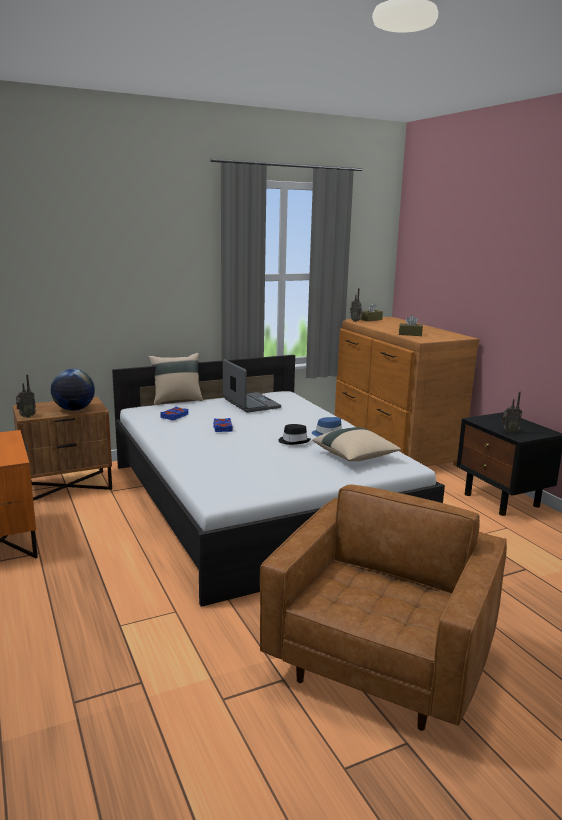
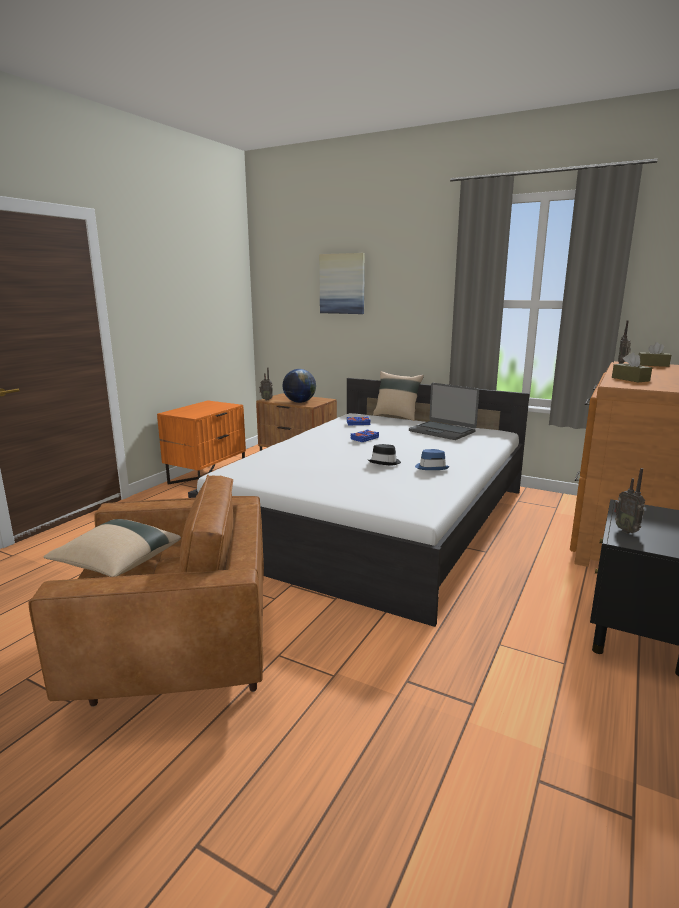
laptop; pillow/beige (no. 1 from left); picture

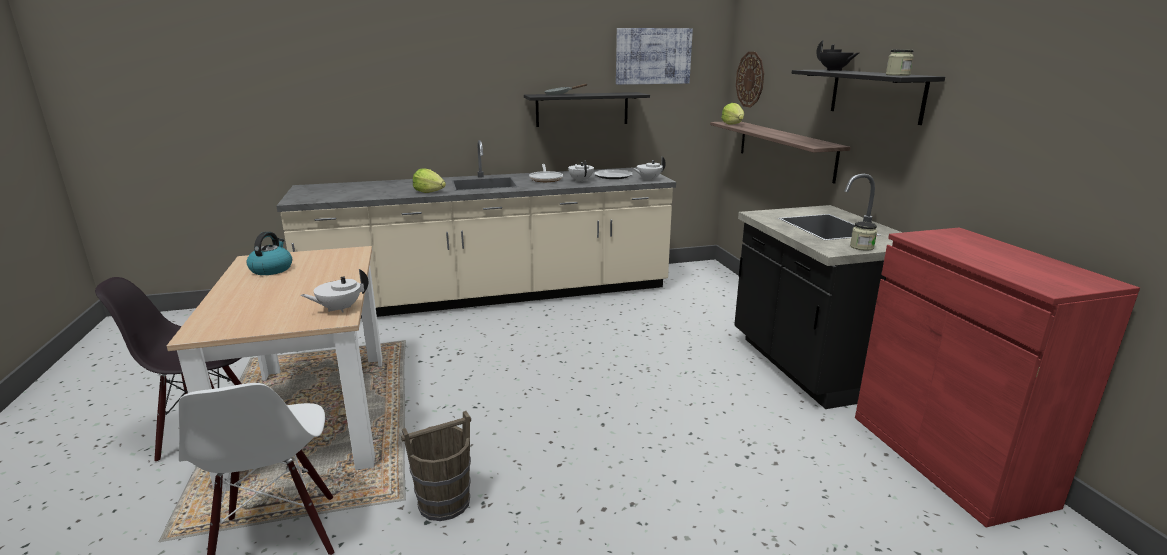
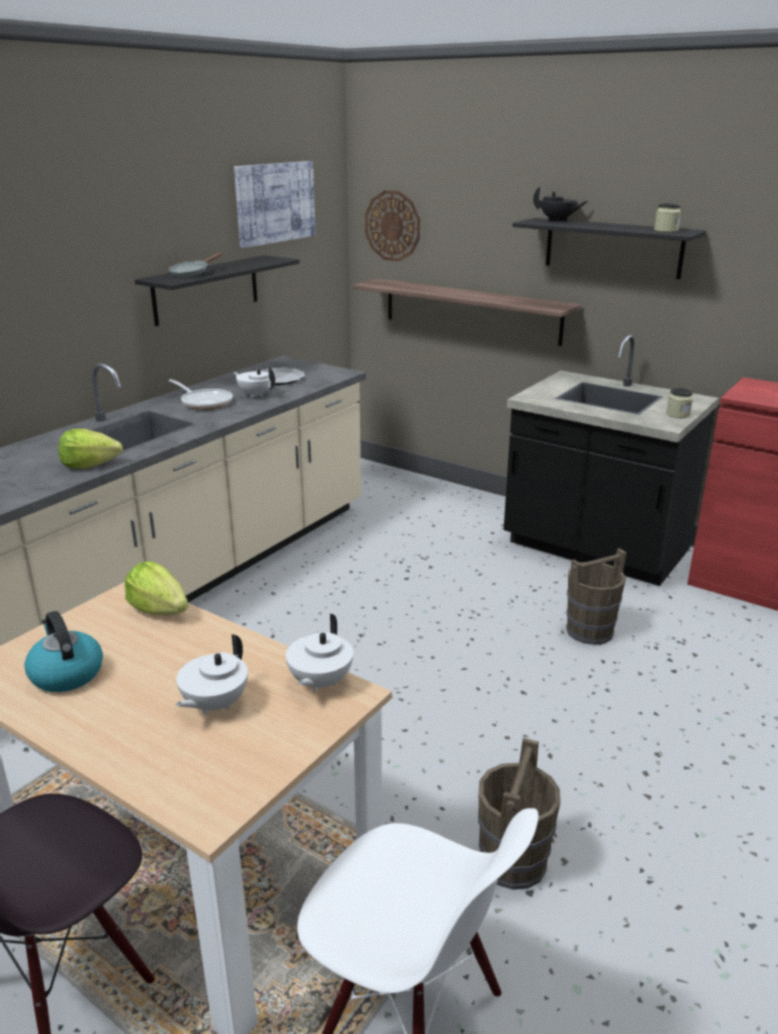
lettuce (no. 2 from left); teapot/white (no. 1 from left); bucket/brown (no. 2 from left)

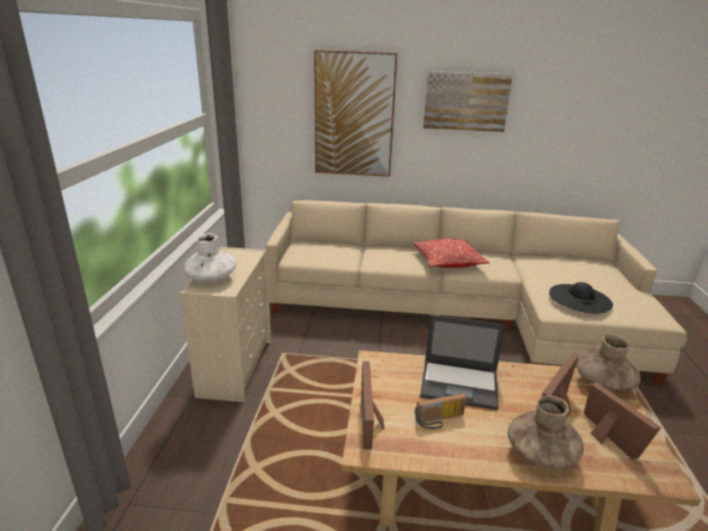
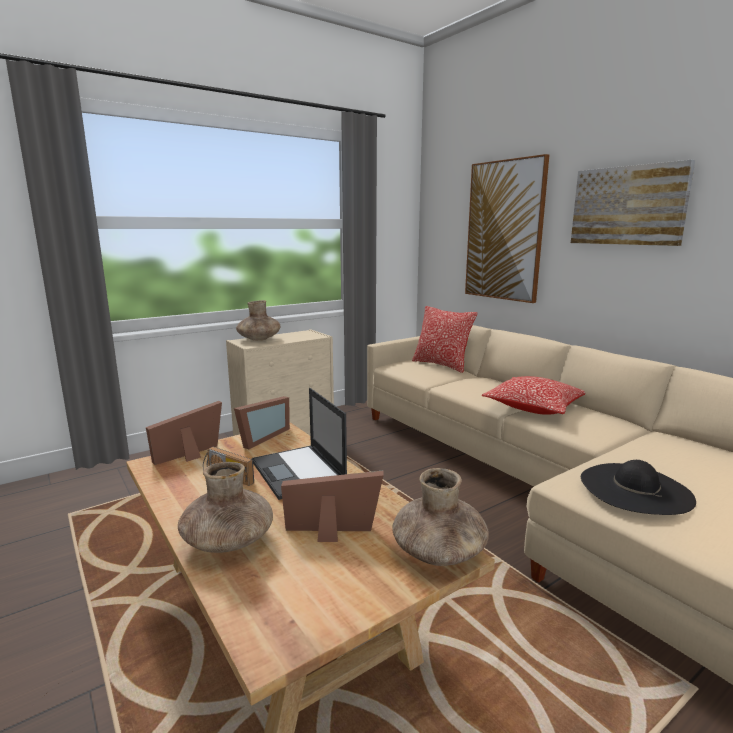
vase/brown (no. 2 from left); picture frame (no. 2 from left); pillow (no. 1 from left)

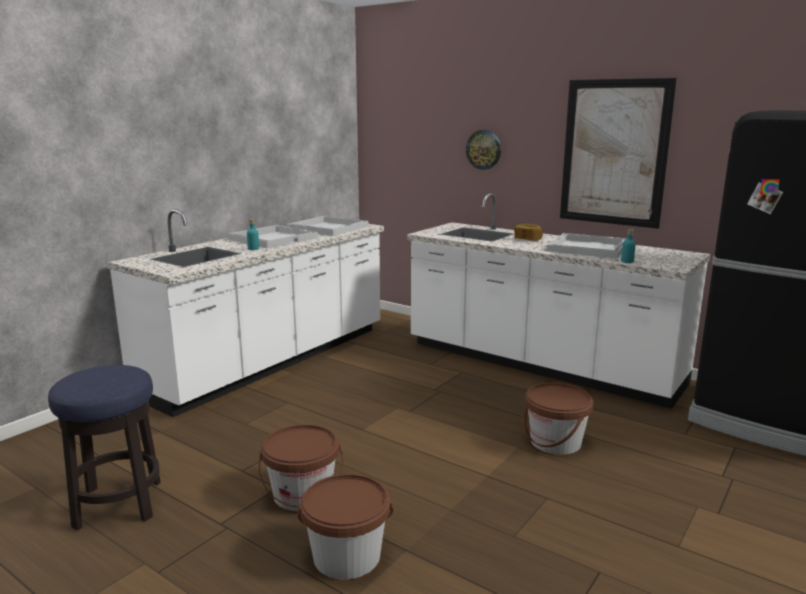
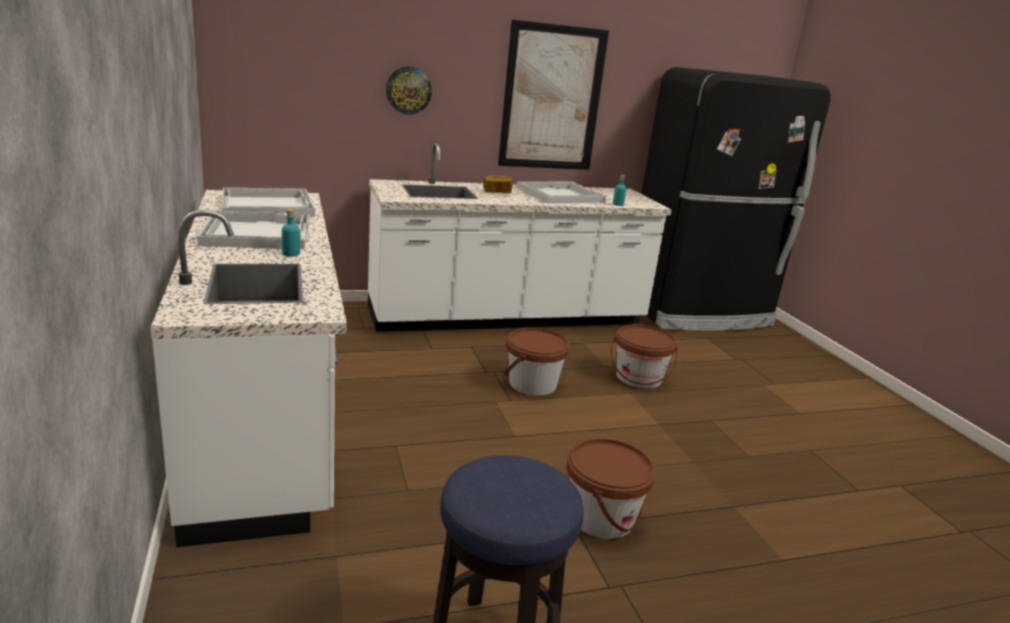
bucket/brown (no. 1 from left)

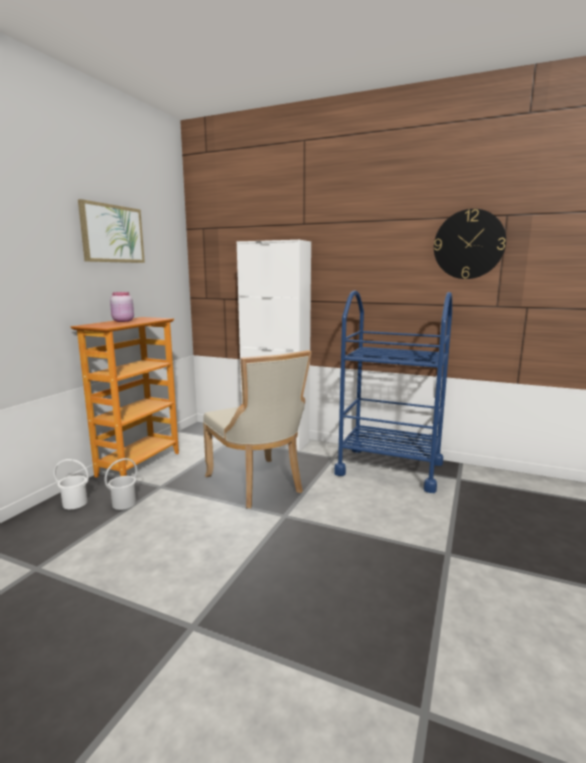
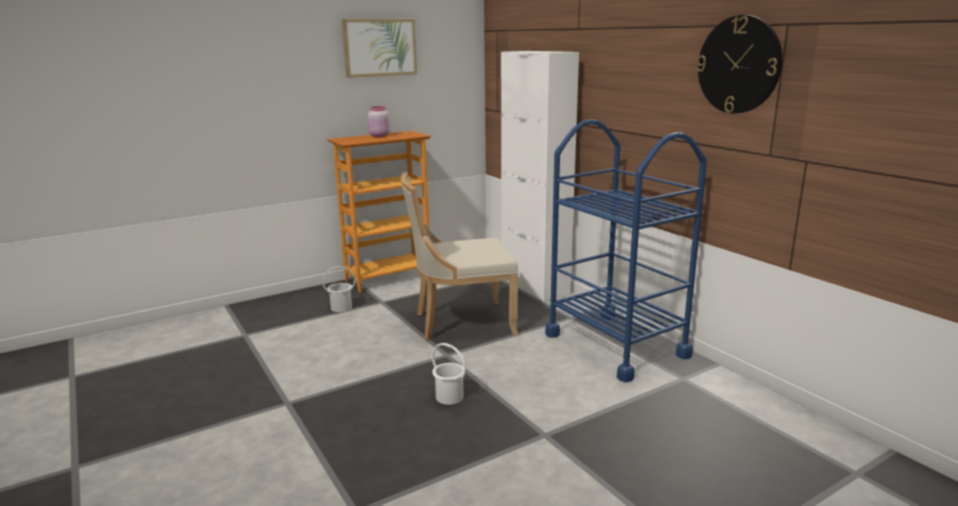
chair/beige; bucket/white (no. 2 from left)

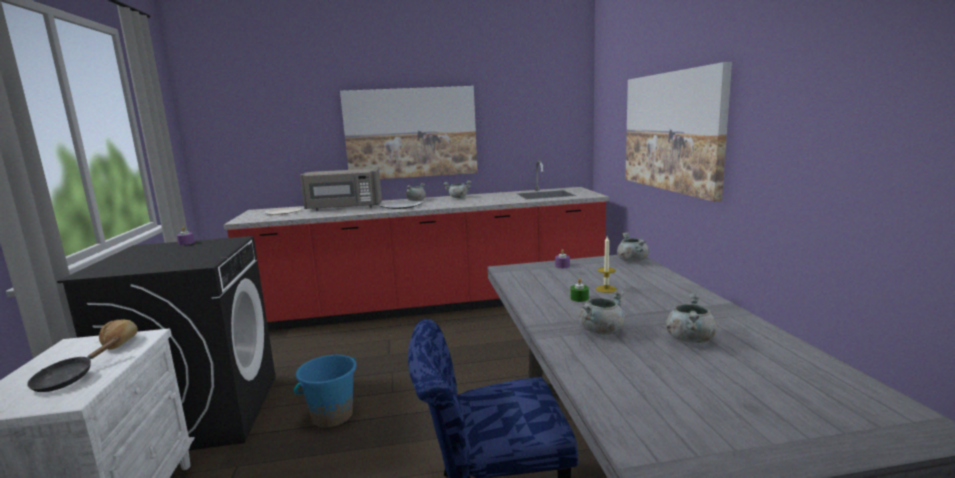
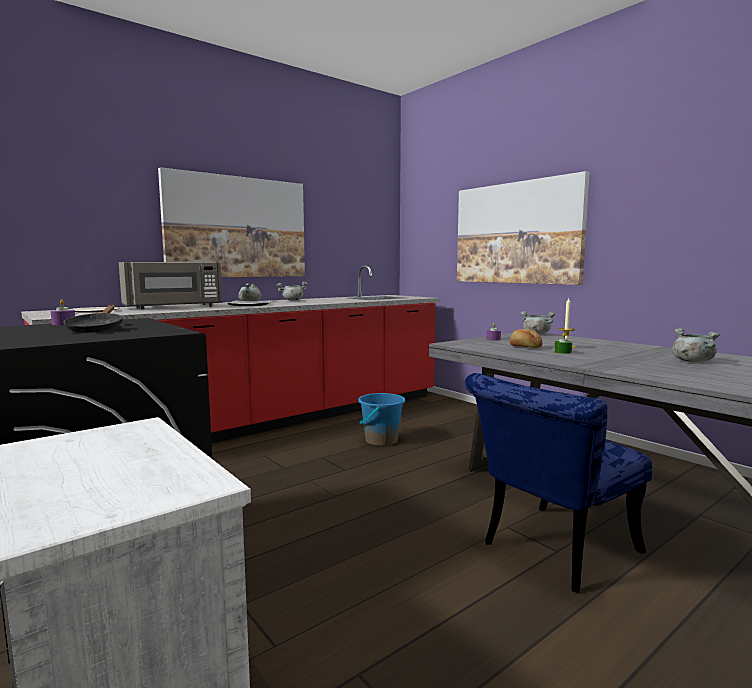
cooking pot/grey (no. 3 from left in the first image); bread; frying pan/black; bucket/blue

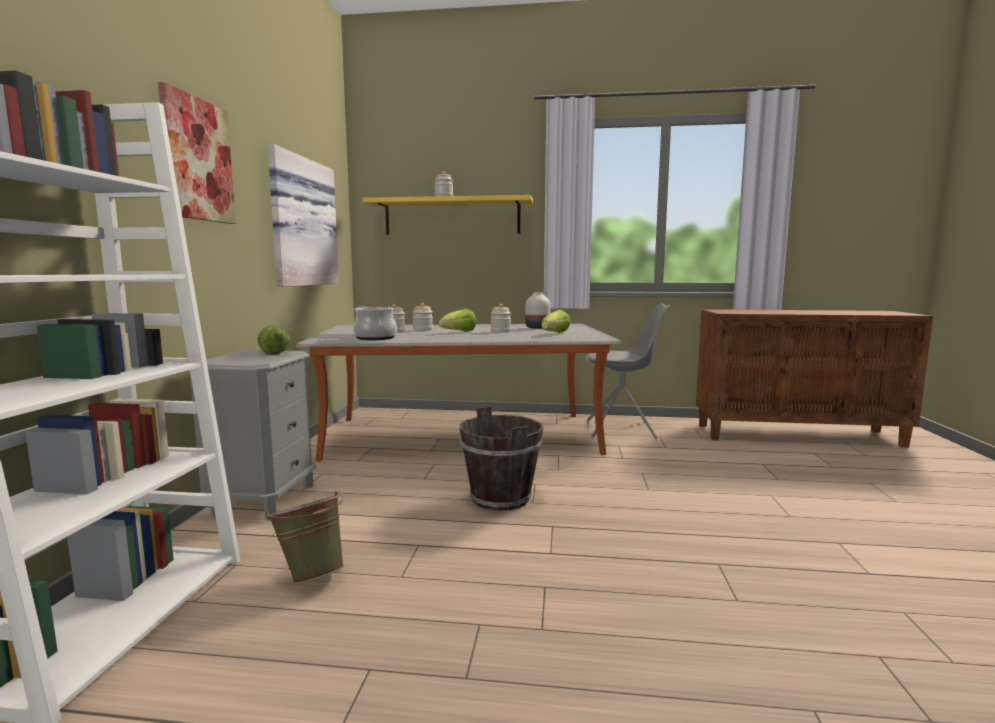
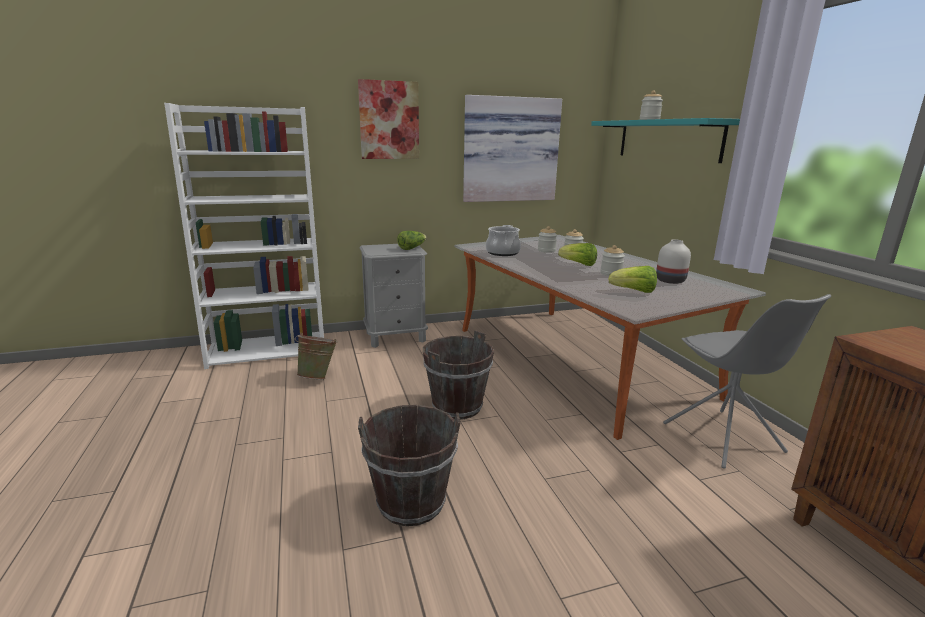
shelf/turquoise; bucket/brown (no. 1 from left)

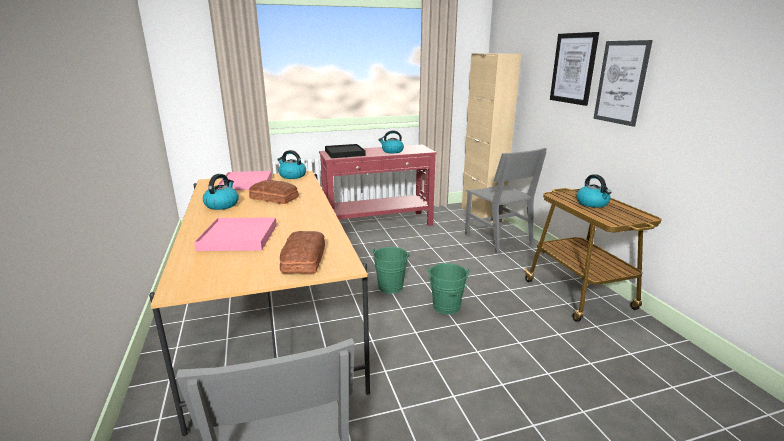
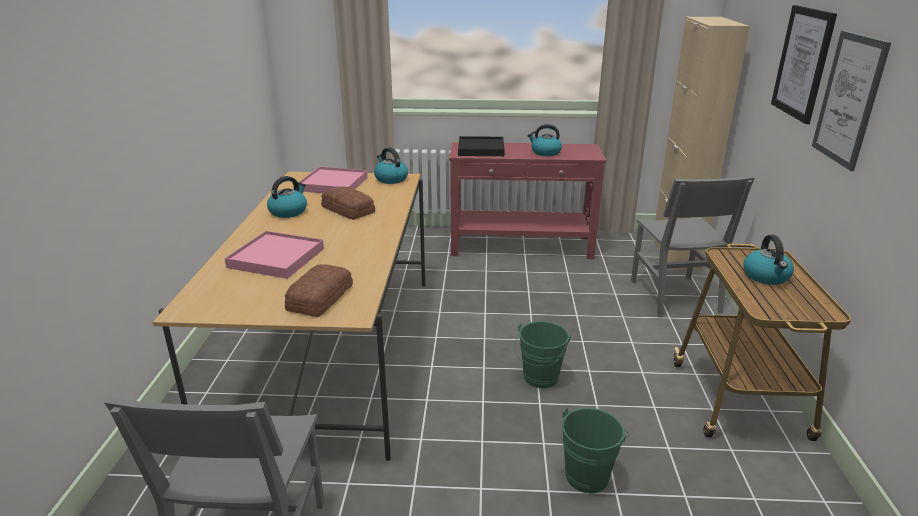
bucket/green (no. 2 from left)

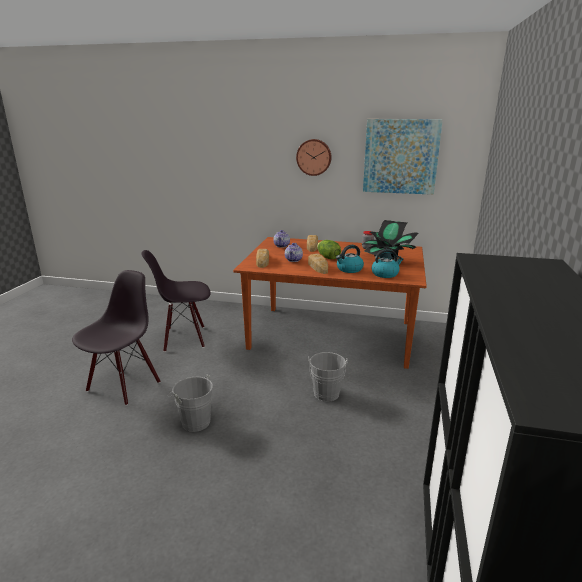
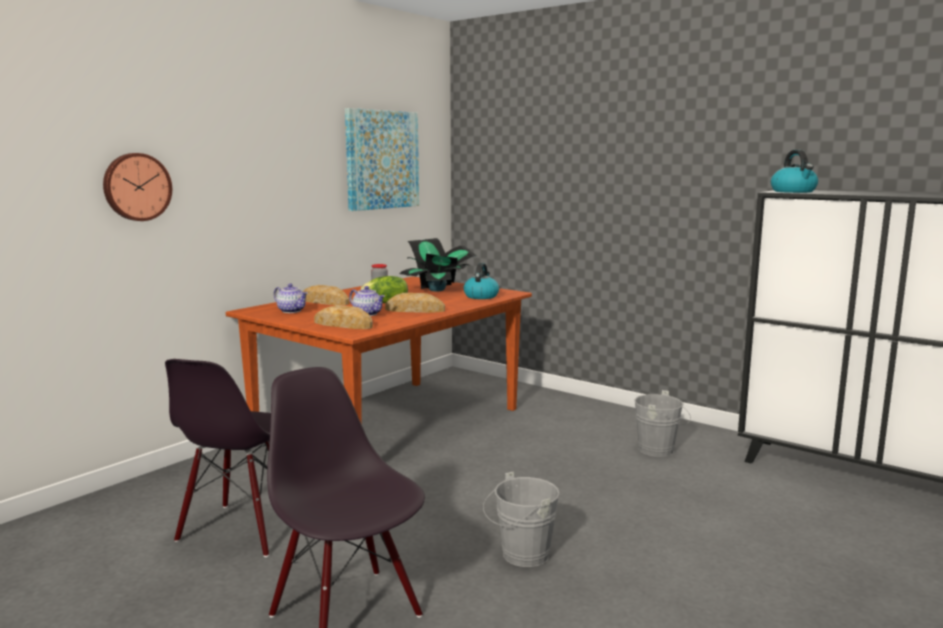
wall clock; kettle (no. 2 from left); bucket/grey (no. 2 from left)

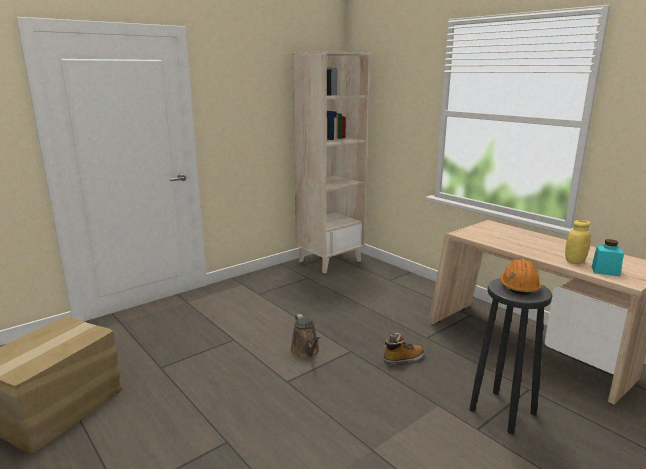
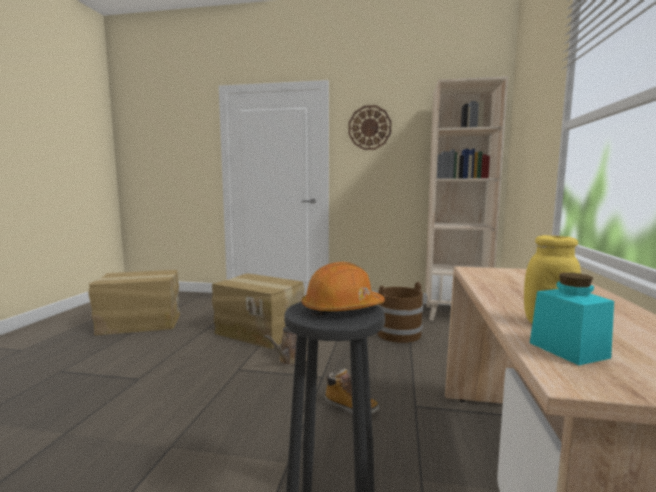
wall clock; cardboard box (no. 2 from left); bucket/brown

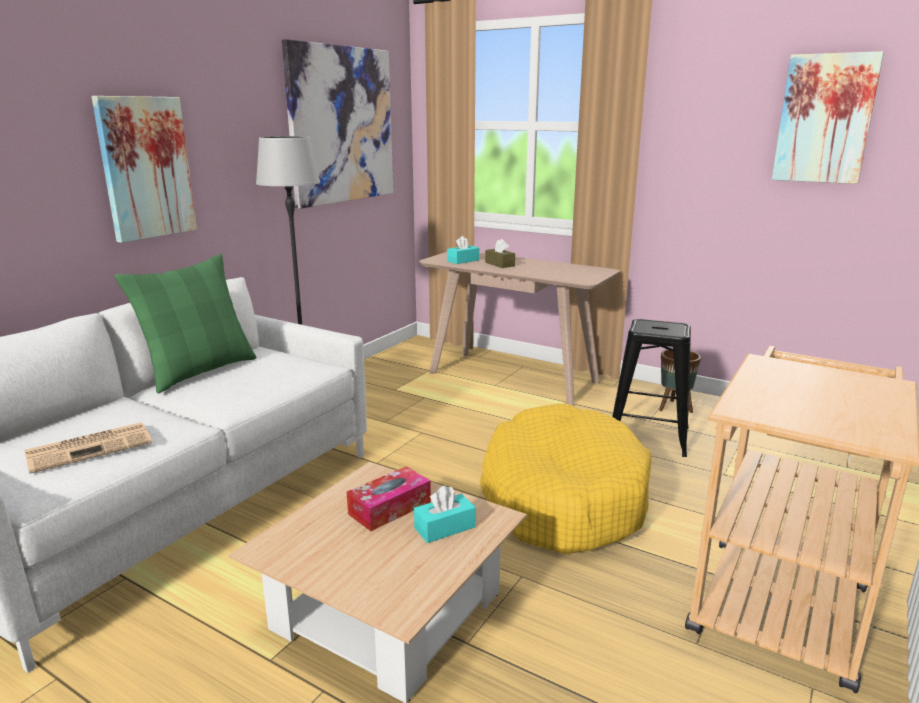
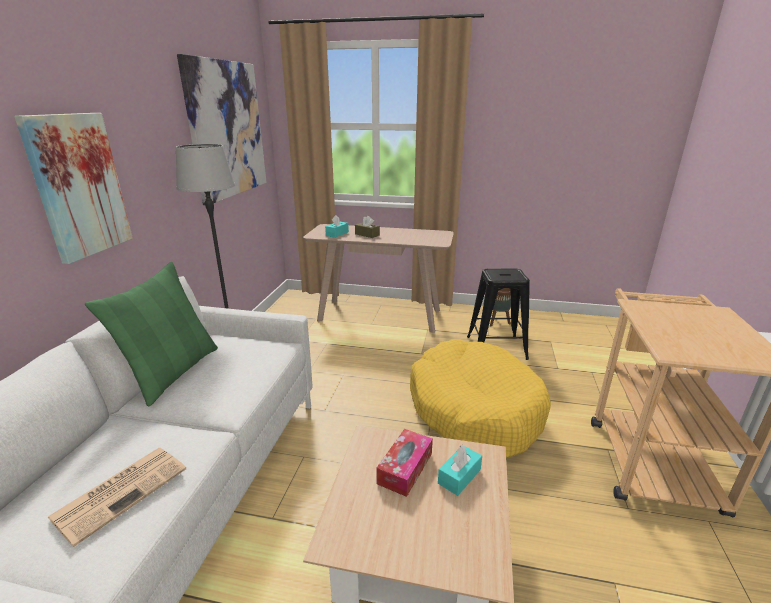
picture (no. 3 from left in the first image)

